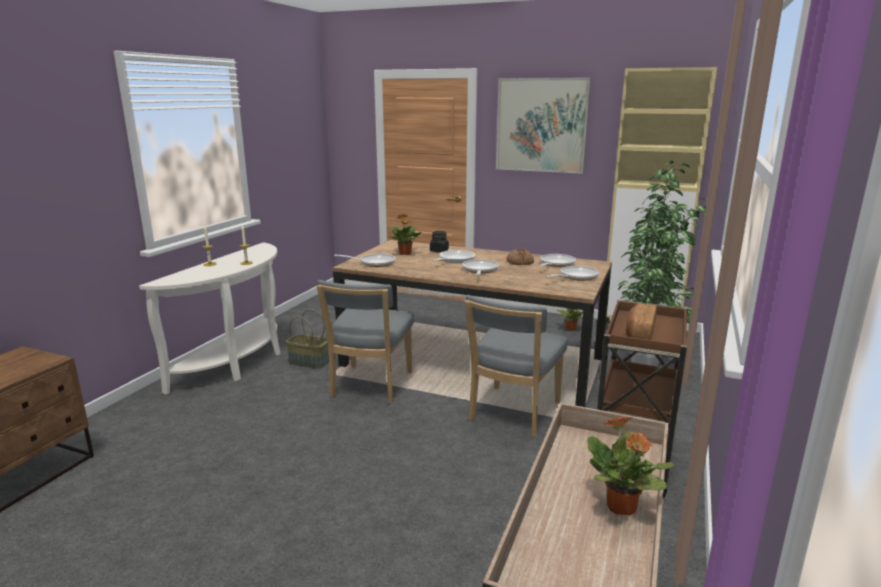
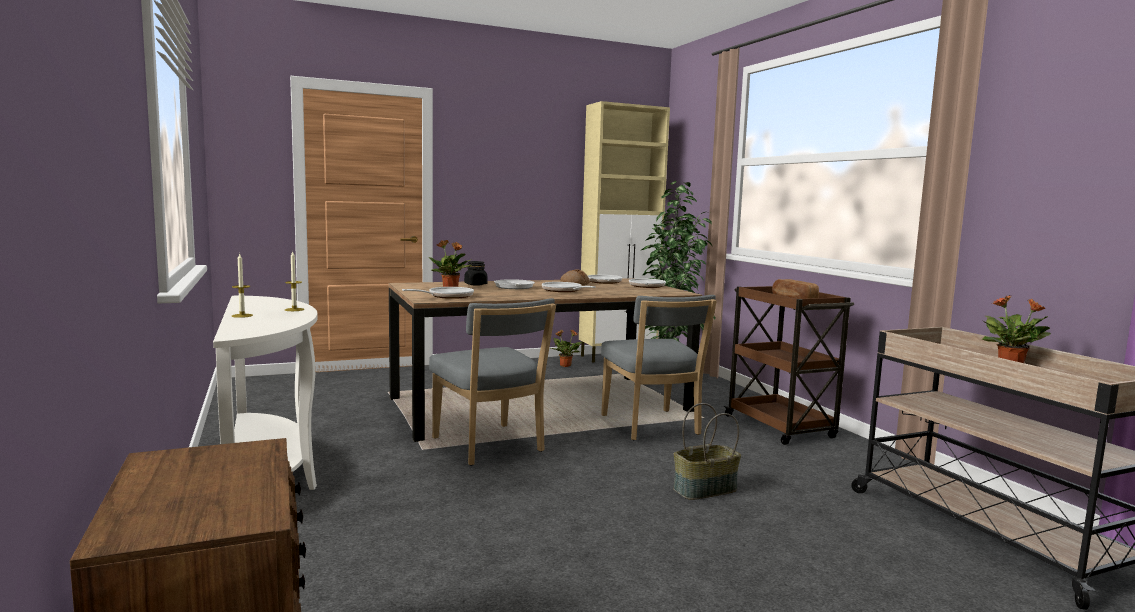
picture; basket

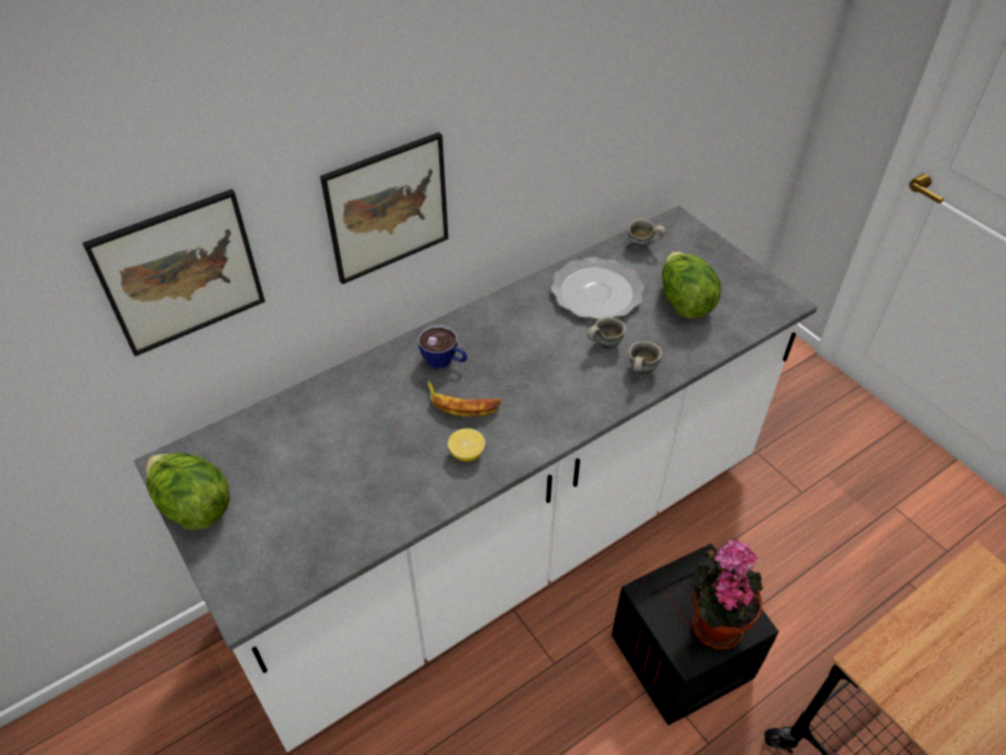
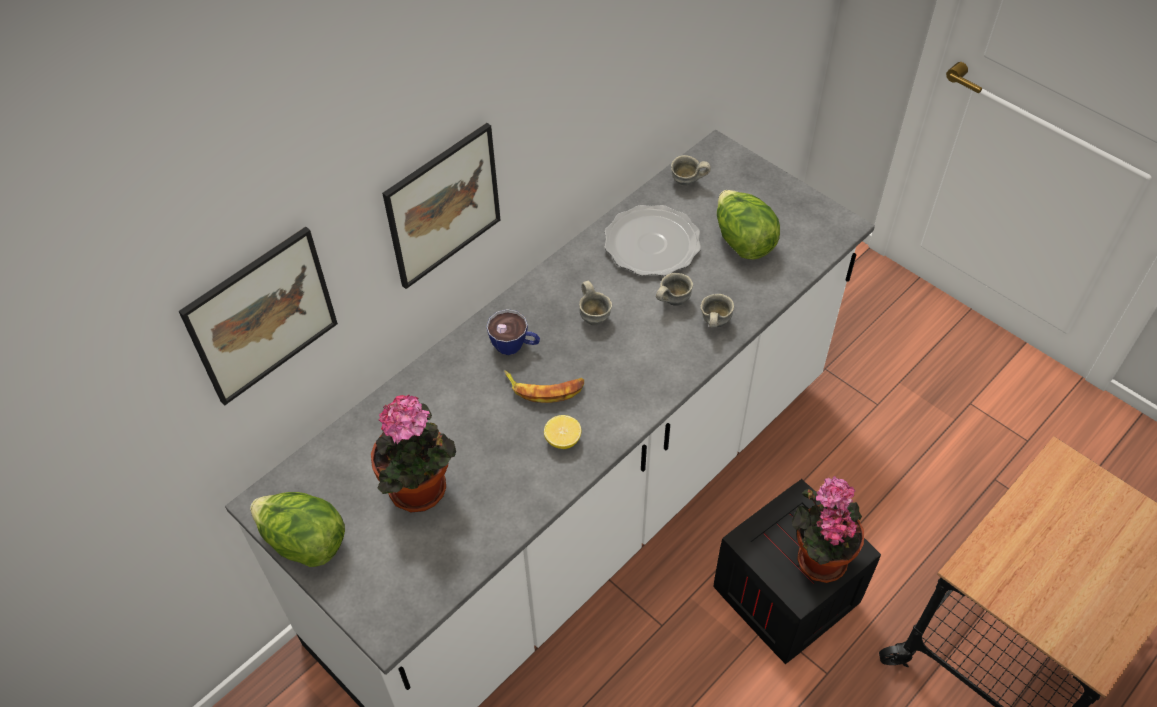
mug/grey (no. 1 from left); potted plant (no. 1 from left)

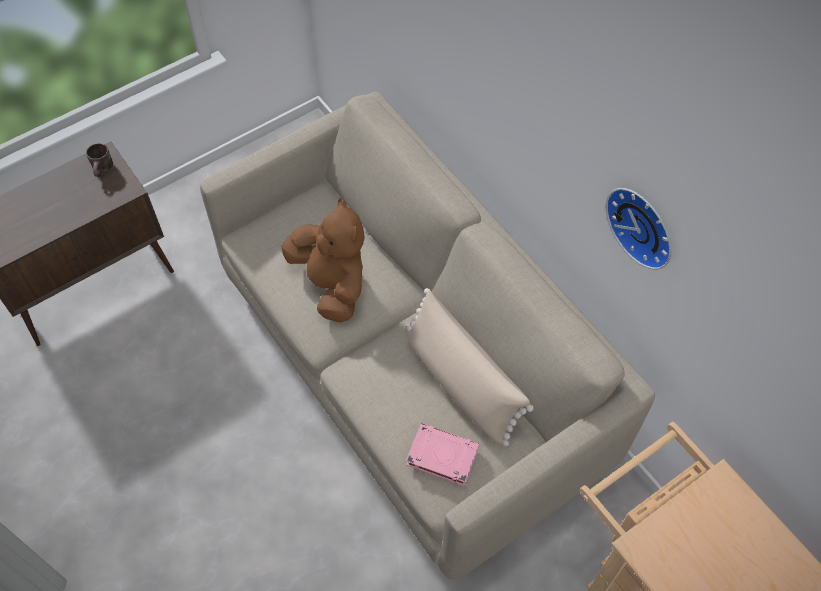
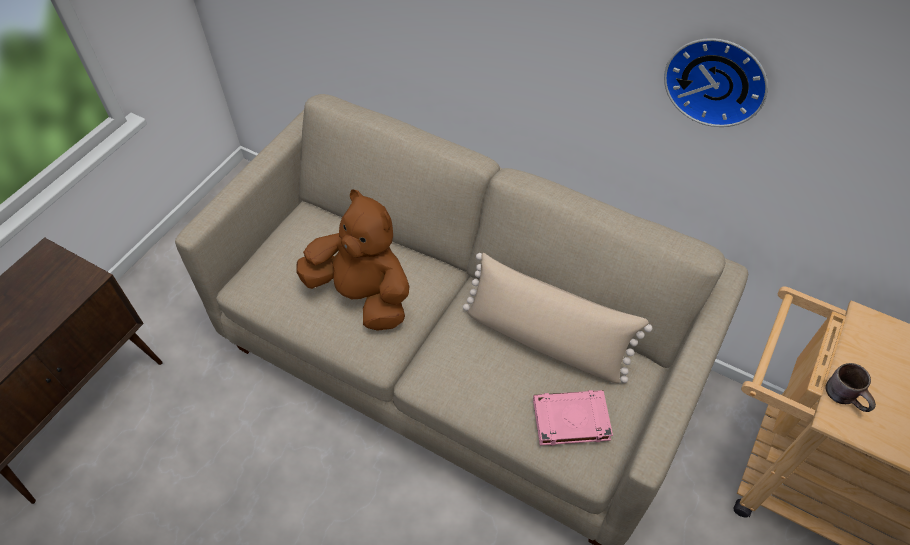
mug/brown

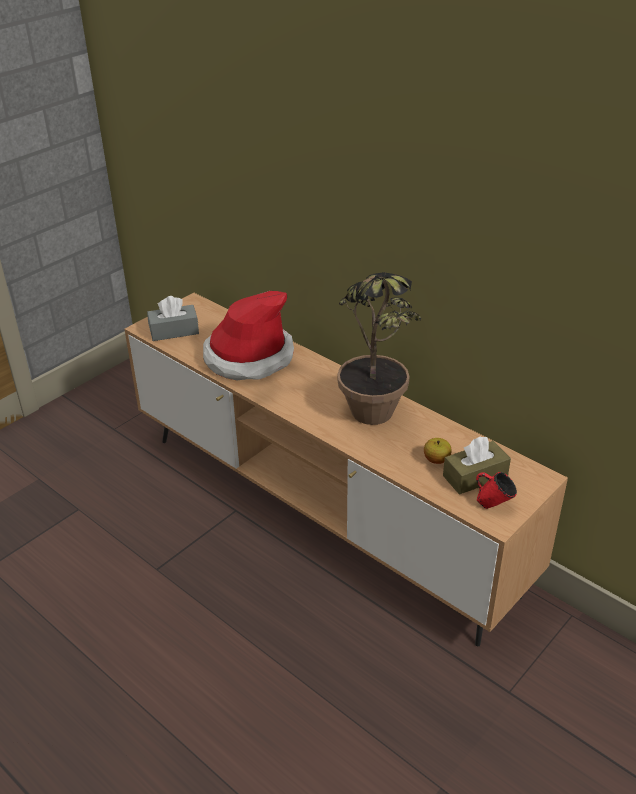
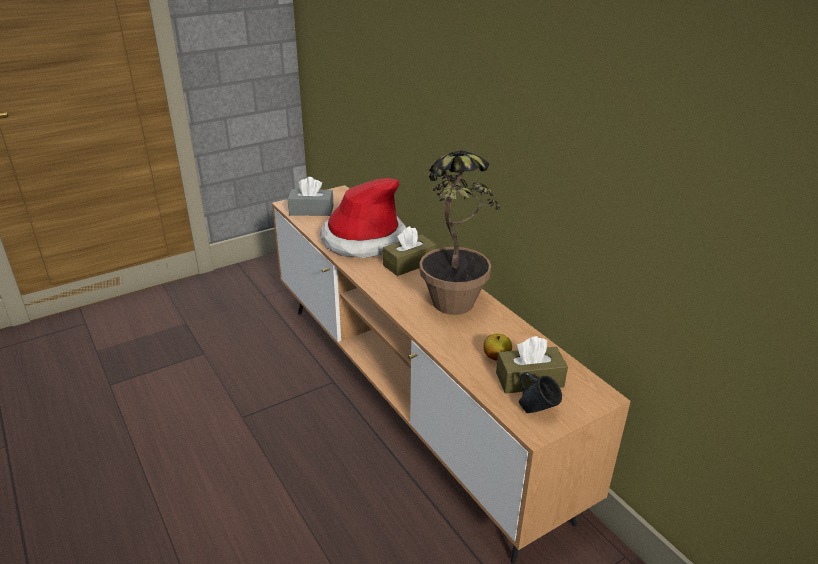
mug/blue; tissue box/brown (no. 1 from left)

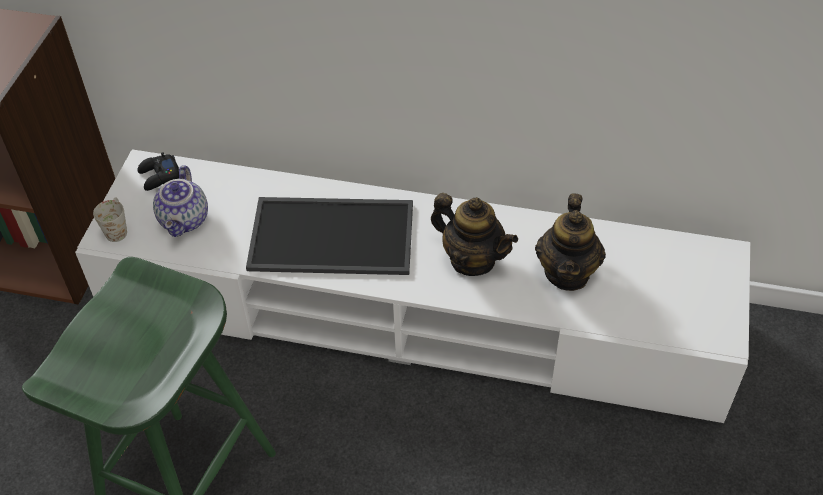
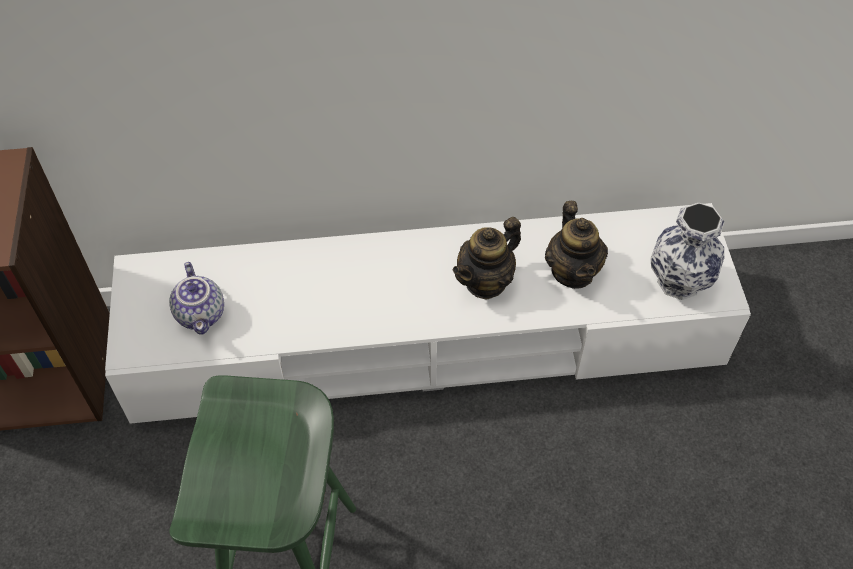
game controller/black; teapot (no. 2 from left); mug/white; tray; vase

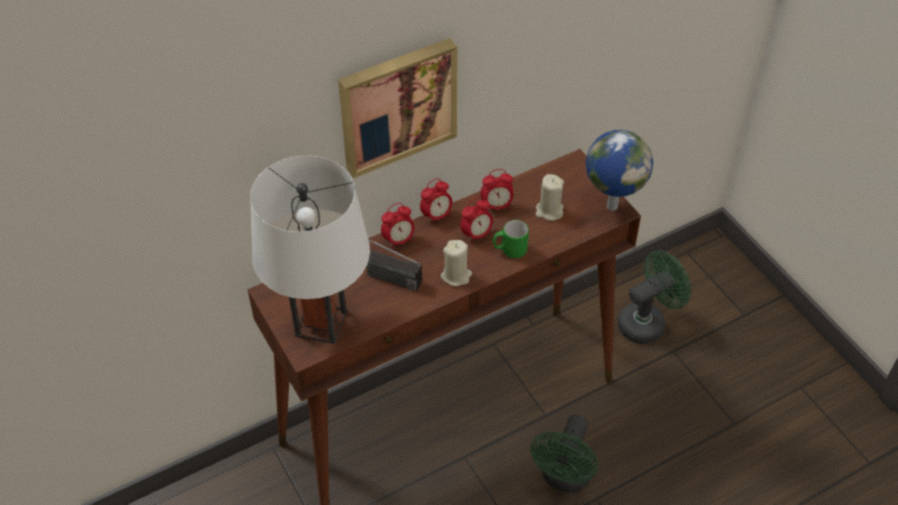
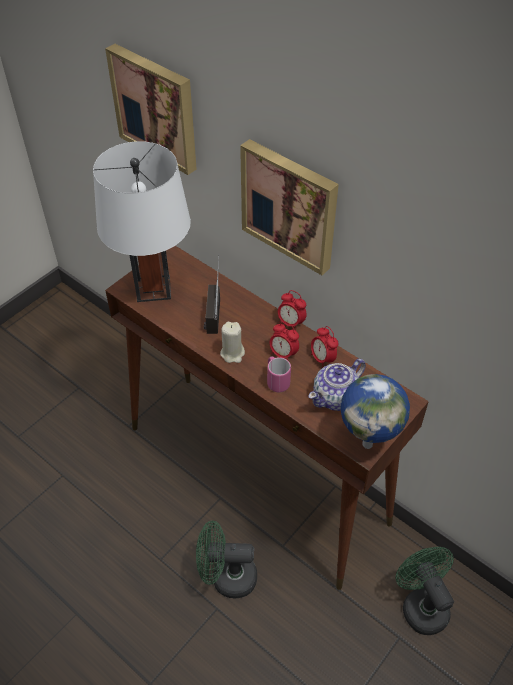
teapot; alarm clock (no. 1 from left in the first image); mug/pink; fan/green (no. 2 from left); picture (no. 1 from left)

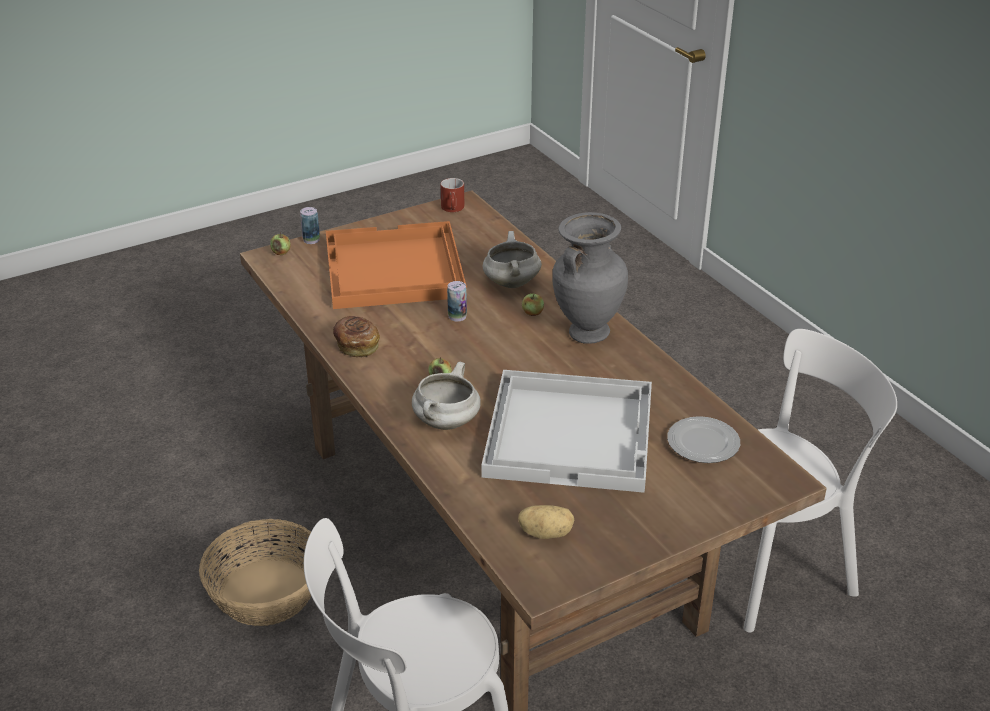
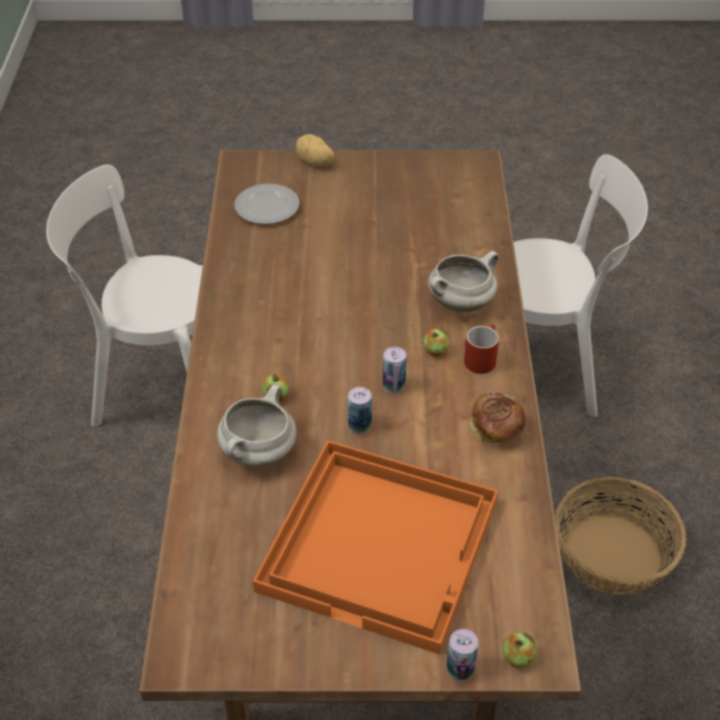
mug/red; vase/grey; tray/white; potato; can (no. 2 from left)

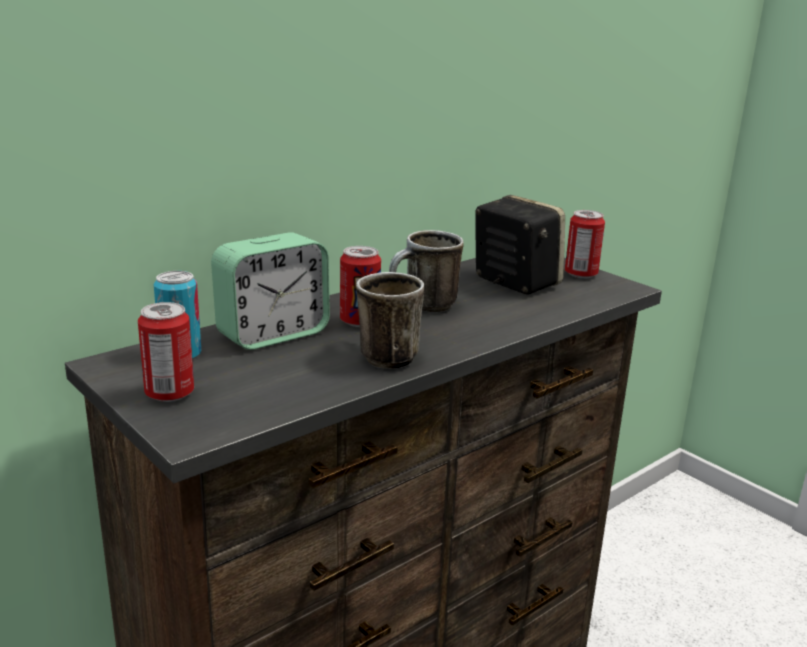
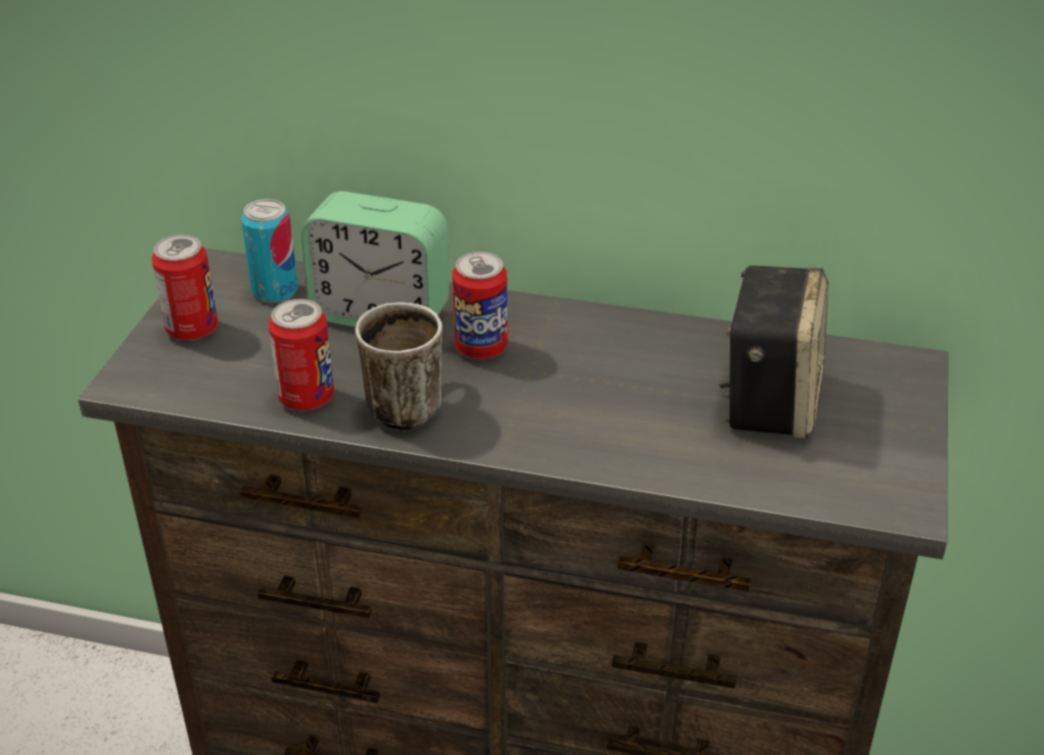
can (no. 3 from left); mug (no. 2 from left in the first image)

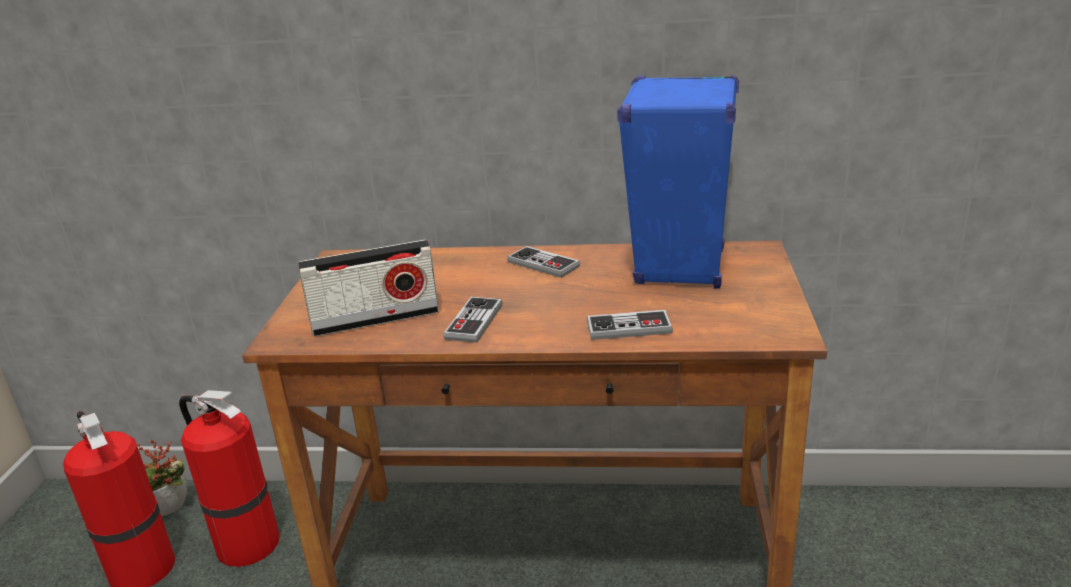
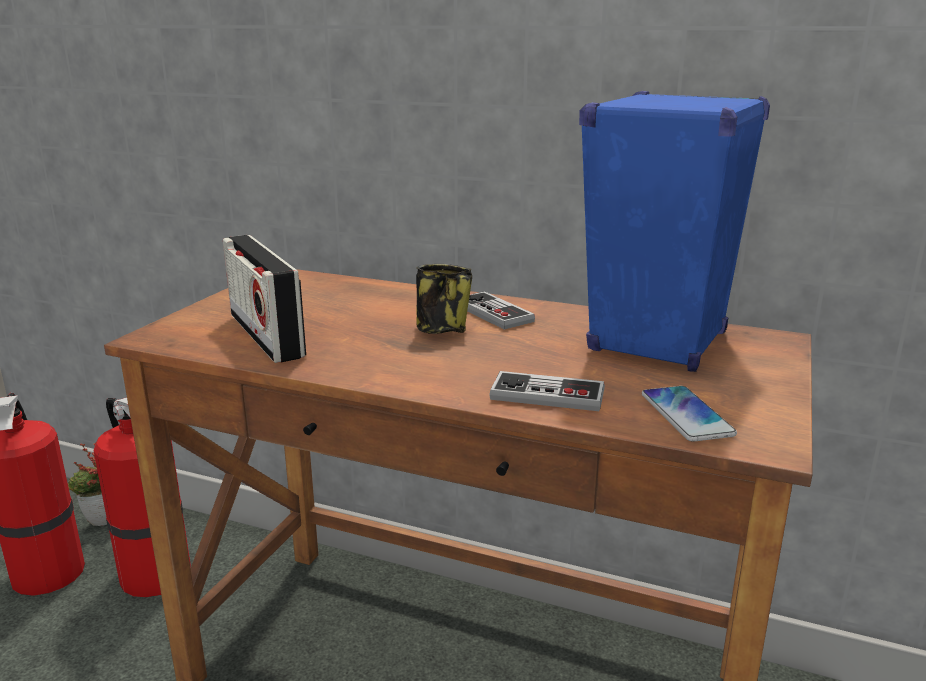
radio; game controller (no. 1 from left in the first image); mug; phone

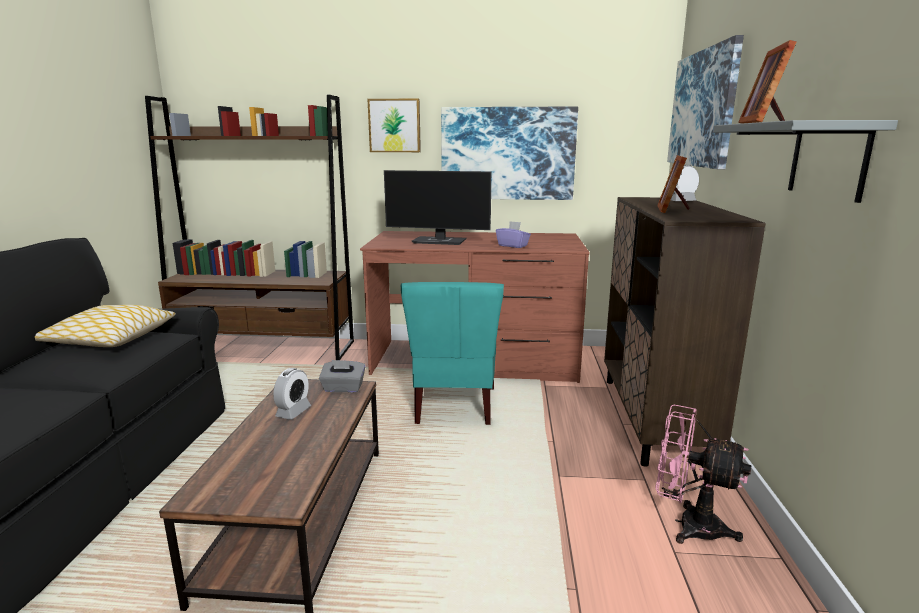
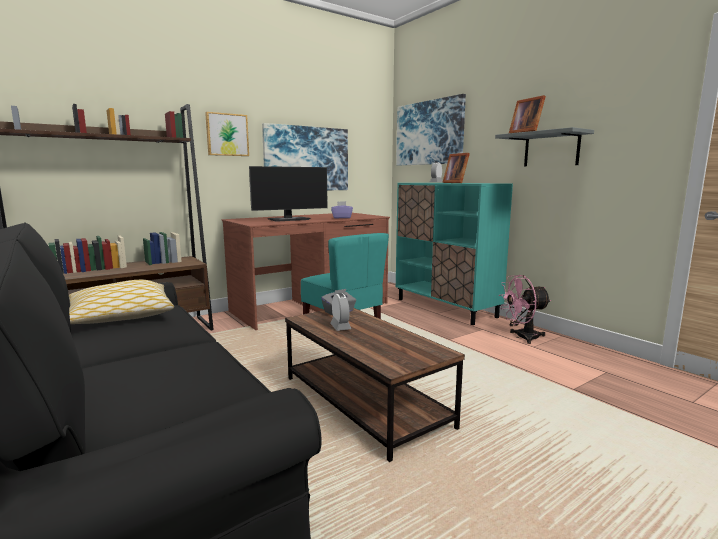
cabinet/turquoise

